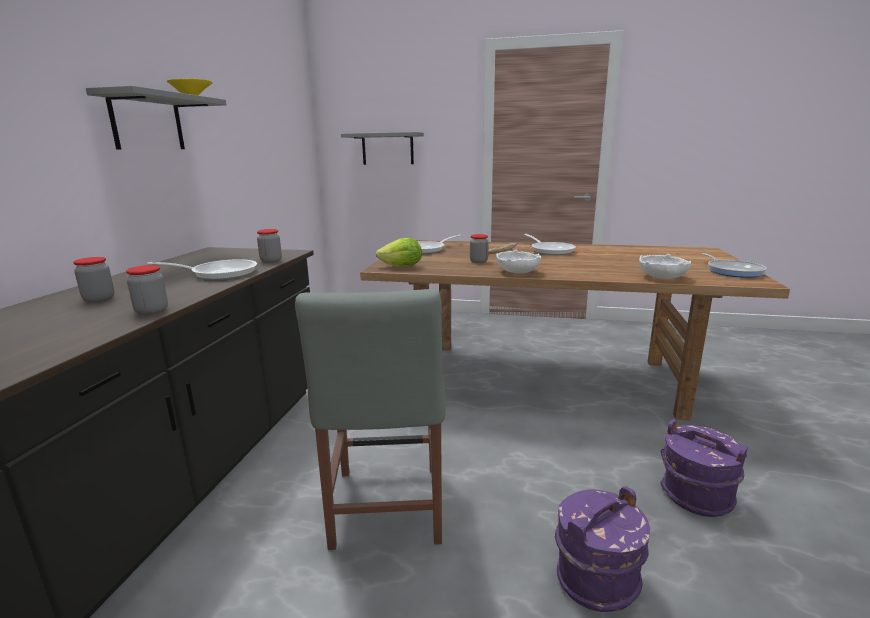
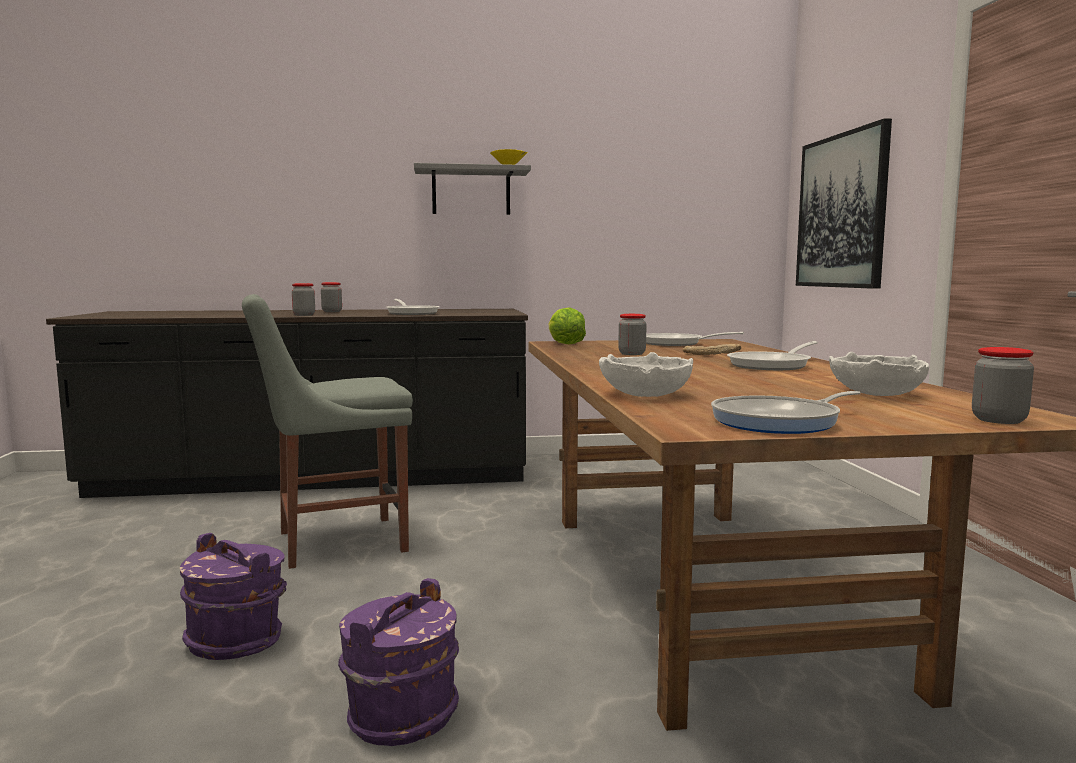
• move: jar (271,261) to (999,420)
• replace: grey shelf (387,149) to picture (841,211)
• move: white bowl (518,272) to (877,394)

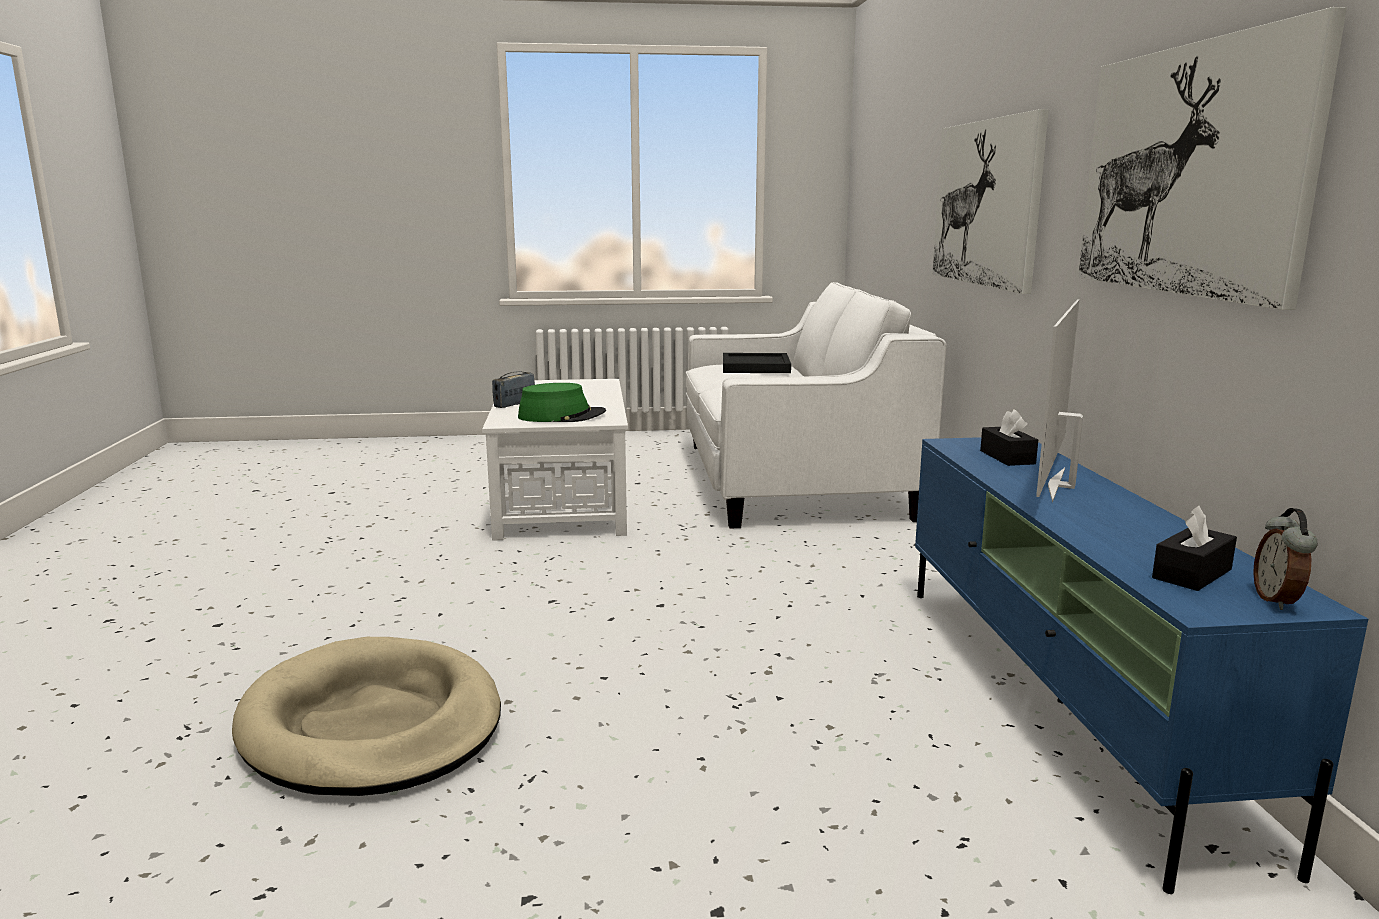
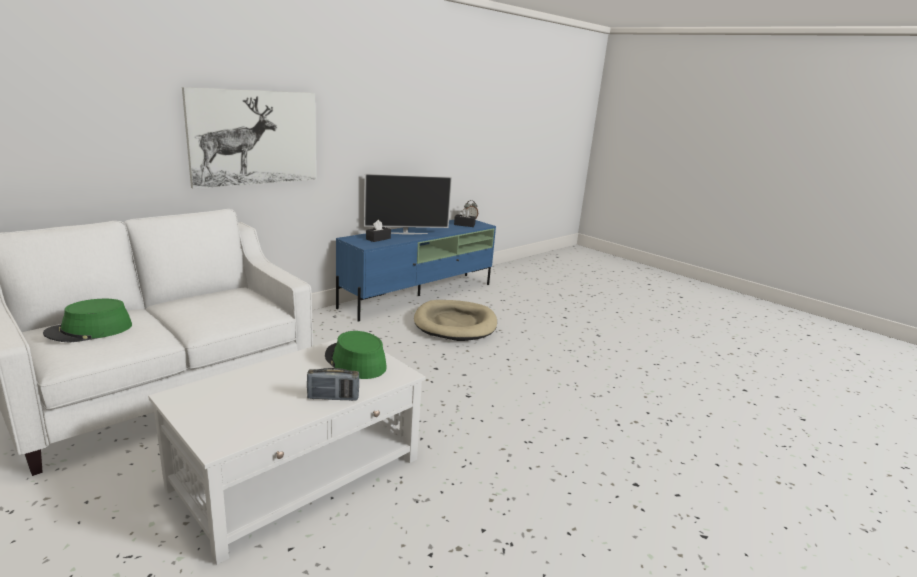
• move: beige dog bed (372,725) to (455,324)
• replace: black tray (755,367) to green hat (89,330)
• delete: picture (1190,170)

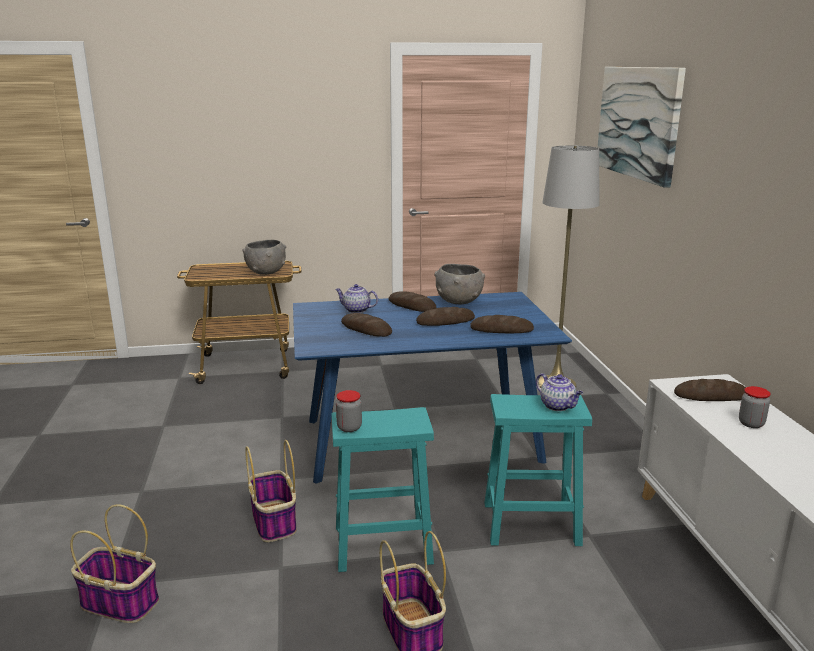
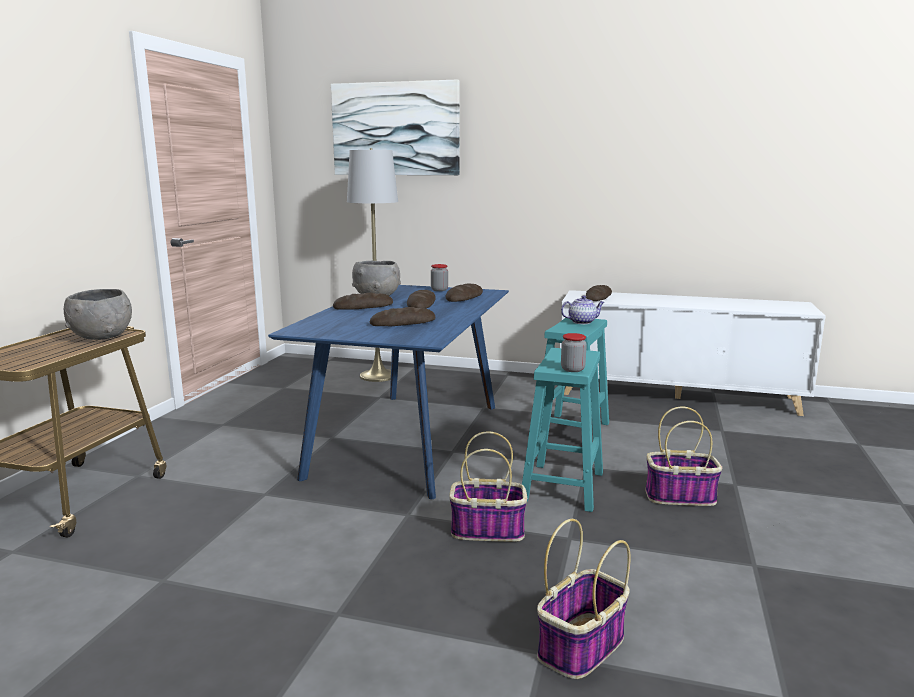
• delete: teapot (356,310)
• move: jar (751,423) to (439,290)

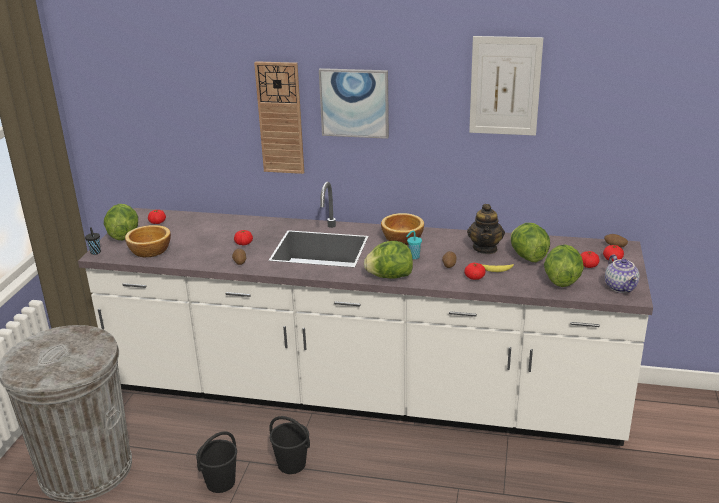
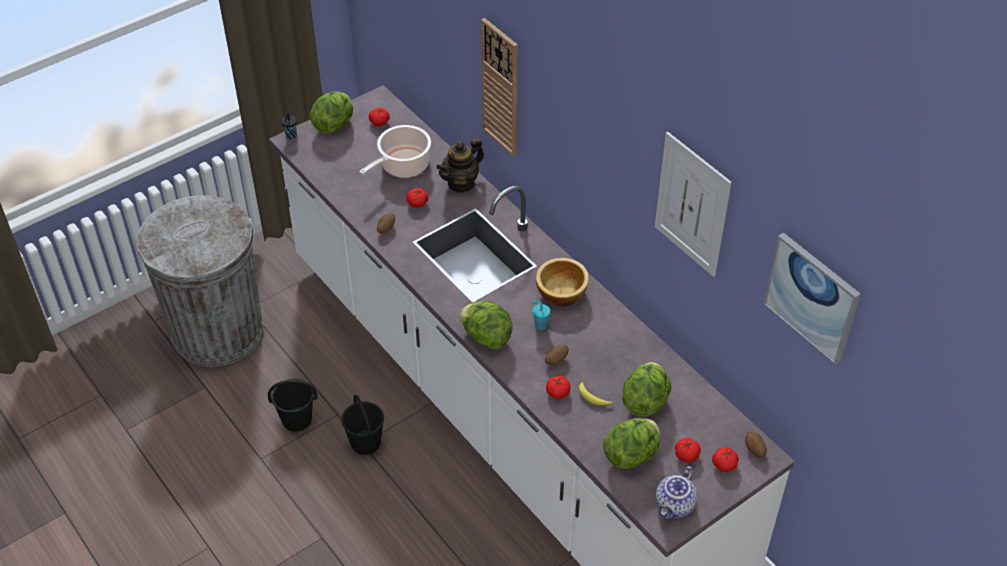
• delete: bowl (149,251)
• move: picture (354,103) to (812,297)
• move: teapot (485,248) to (461,183)
• insert: cooking pot (402,166)

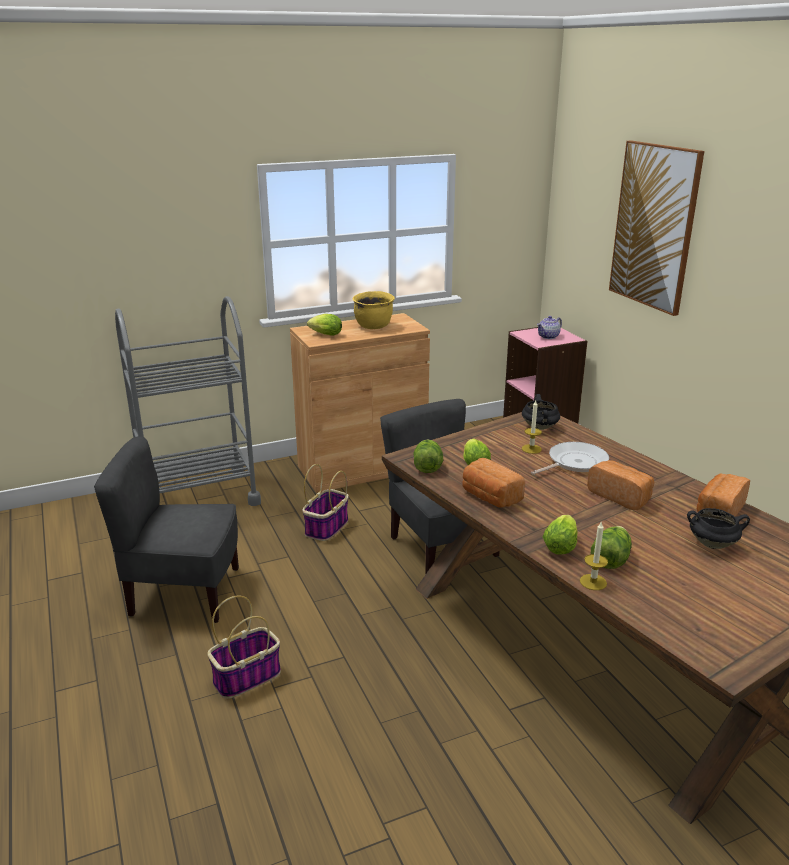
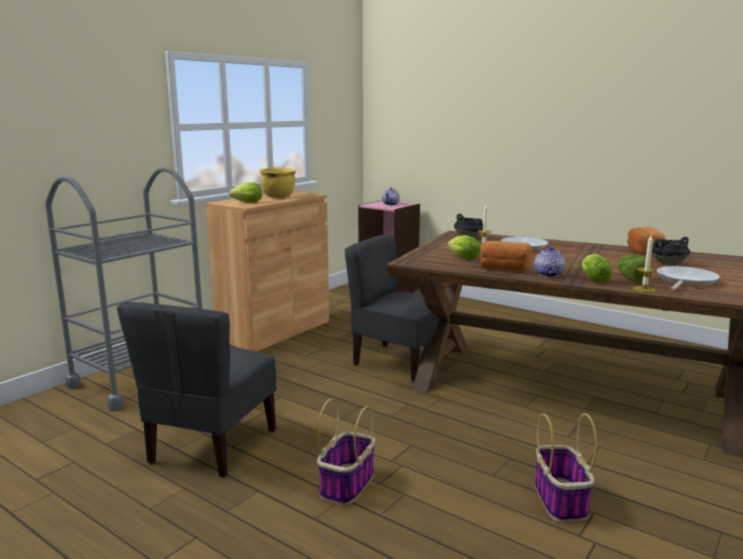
• rotate: grey chair (184,593) = (211,446) 45 degrees counterclockwise
• move: basket (326,528) to (561,501)
• delete: lettuce (427,466)
• delete: bread (620,496)
• delete: picture (654,226)
• insert: teapot (548,274)
• insert: frying pan (684,281)

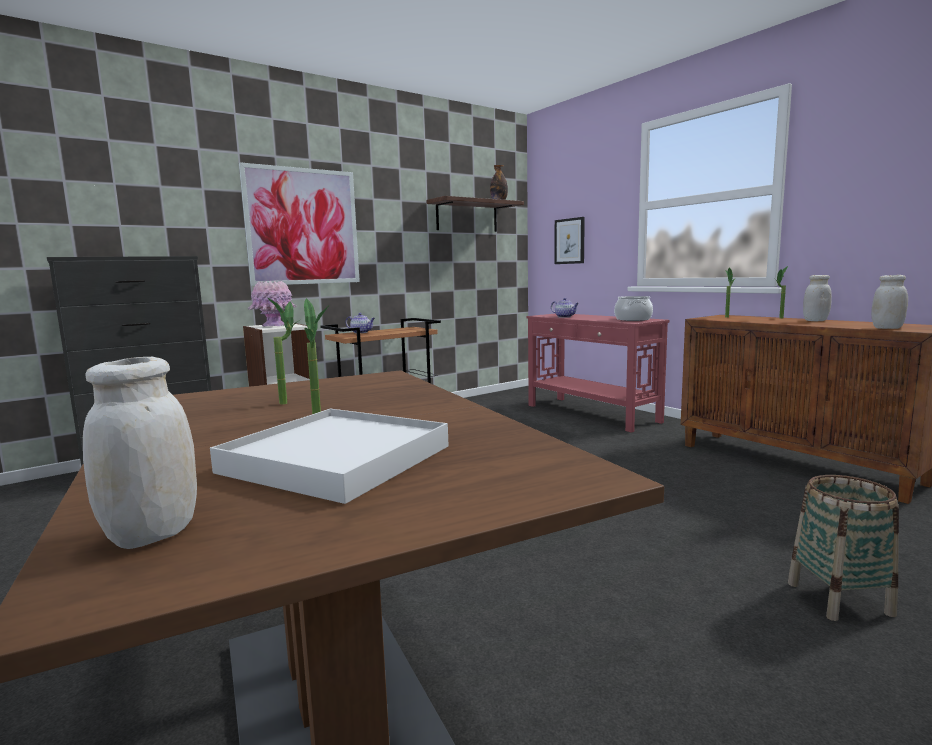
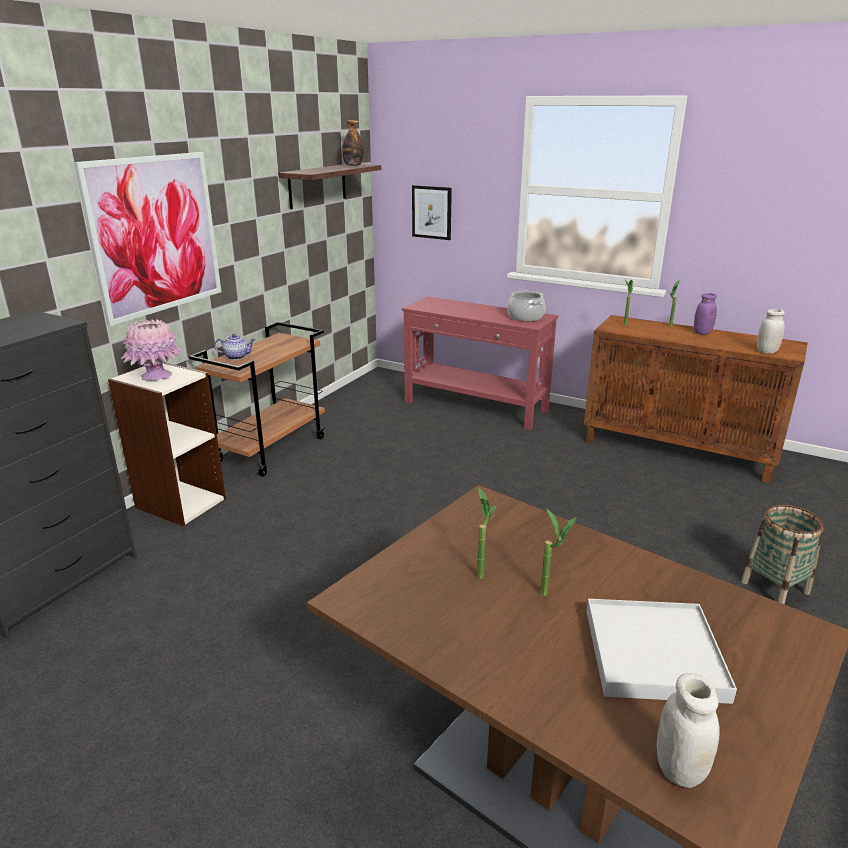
• delete: teapot (565,317)
• recolor: white jar (815,320) to purple jar (702,332)

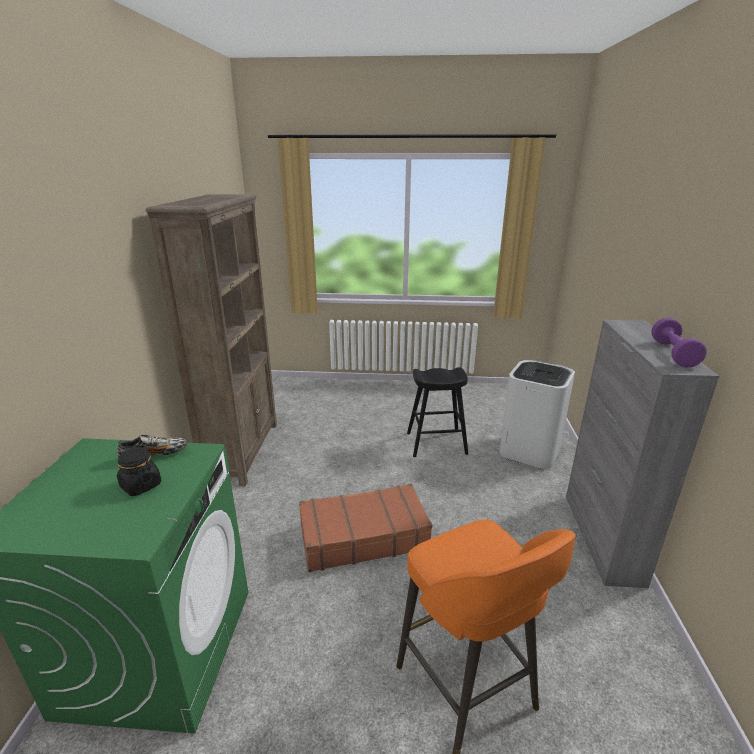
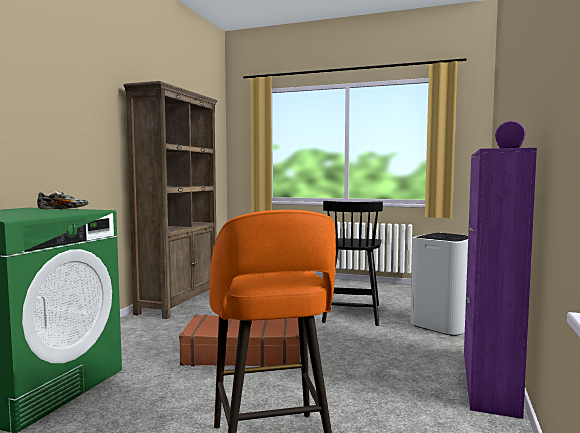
• delete: black jar (141,485)
• replace: black stool (436,443) to black chair (351,312)
• recolor: grey cabinet (602,537) to purple cabinet (488,381)

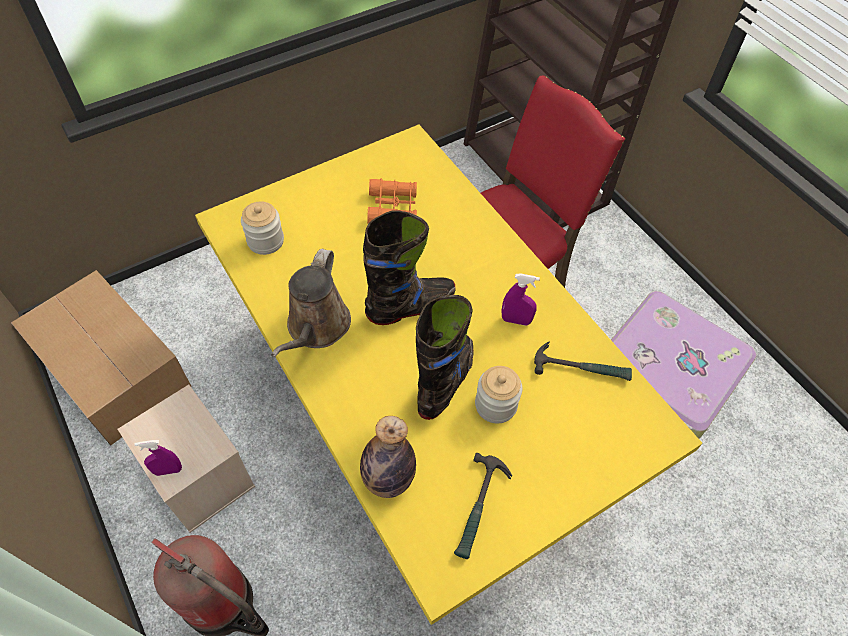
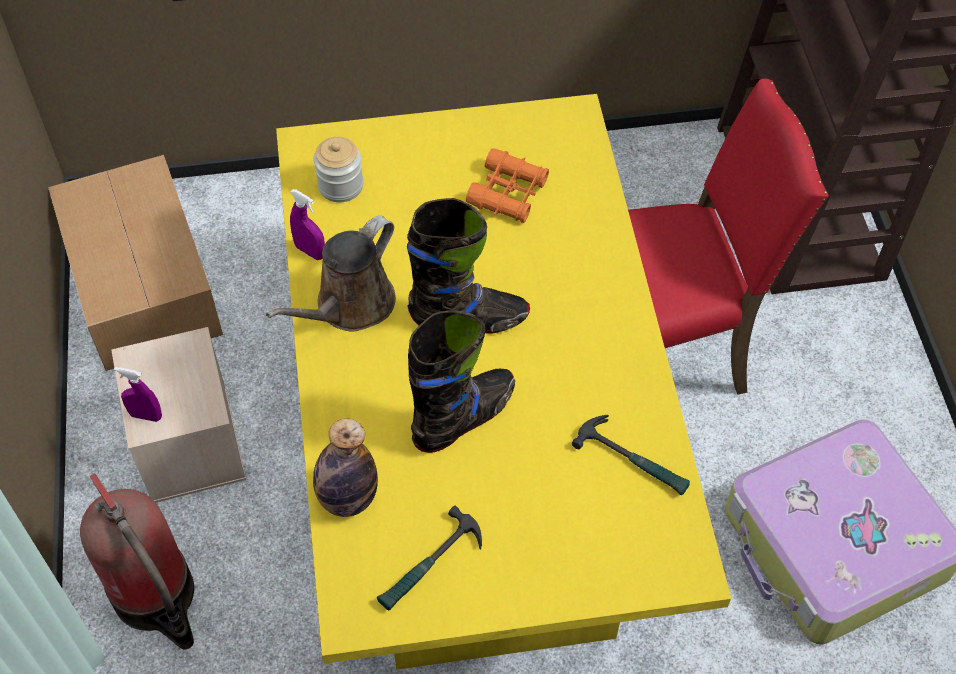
• delete: jar (495,405)
• move: purple spray bottle (516,320) to (310,251)

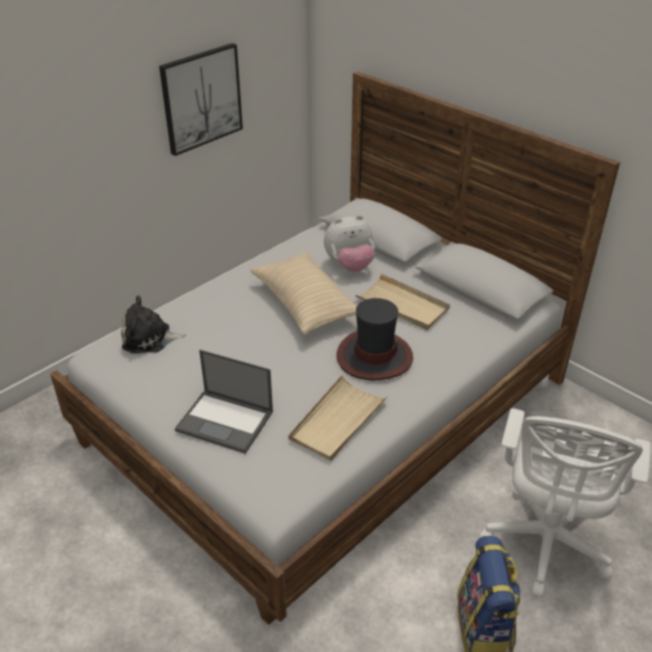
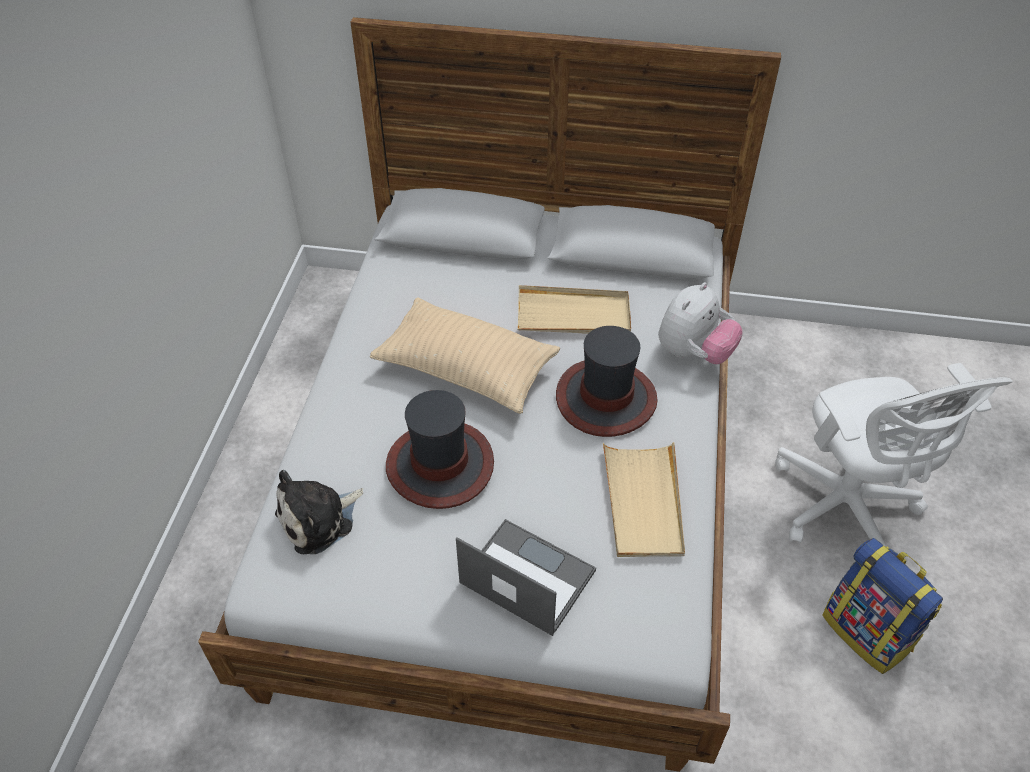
• delete: picture (201,98)
• rotate: laptop (226,421) = (525,576) 135 degrees counterclockwise
• move: plush toy (350,266) to (693,353)
• insert: hat (440,465)

